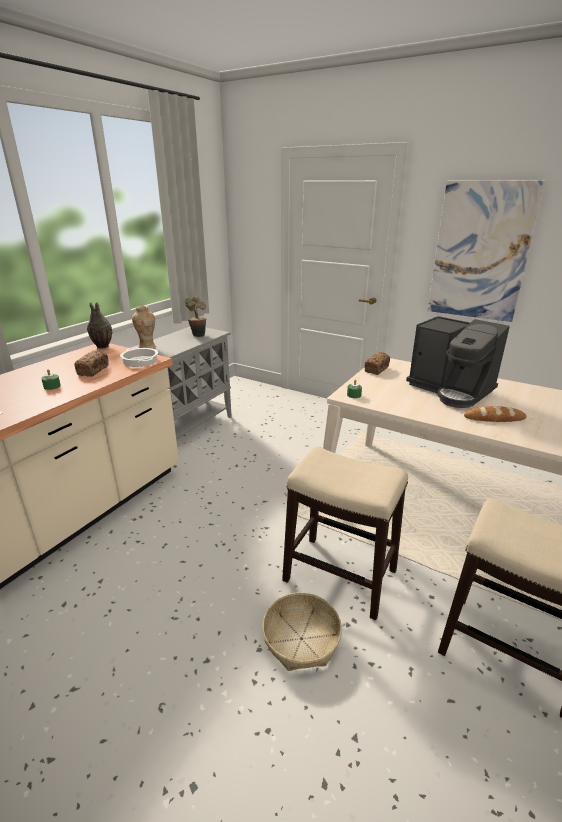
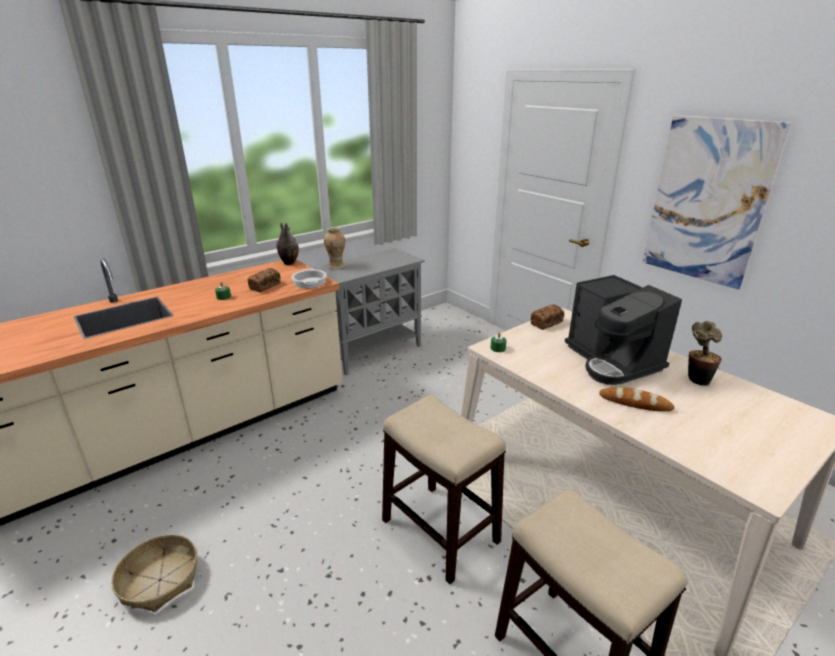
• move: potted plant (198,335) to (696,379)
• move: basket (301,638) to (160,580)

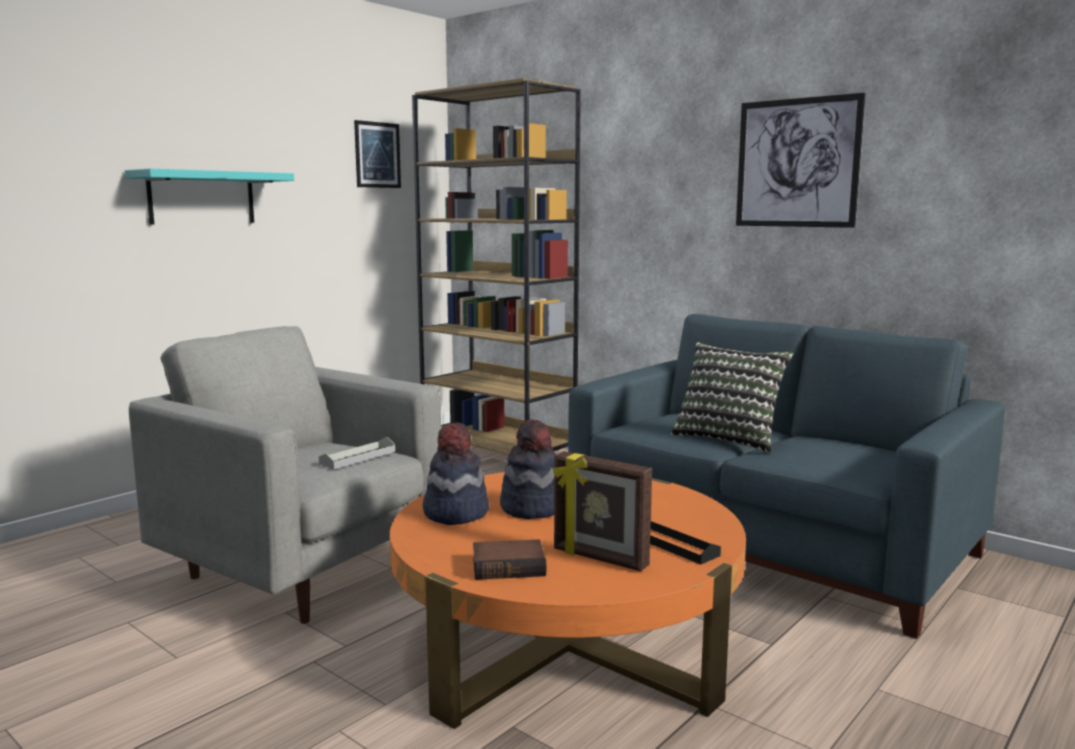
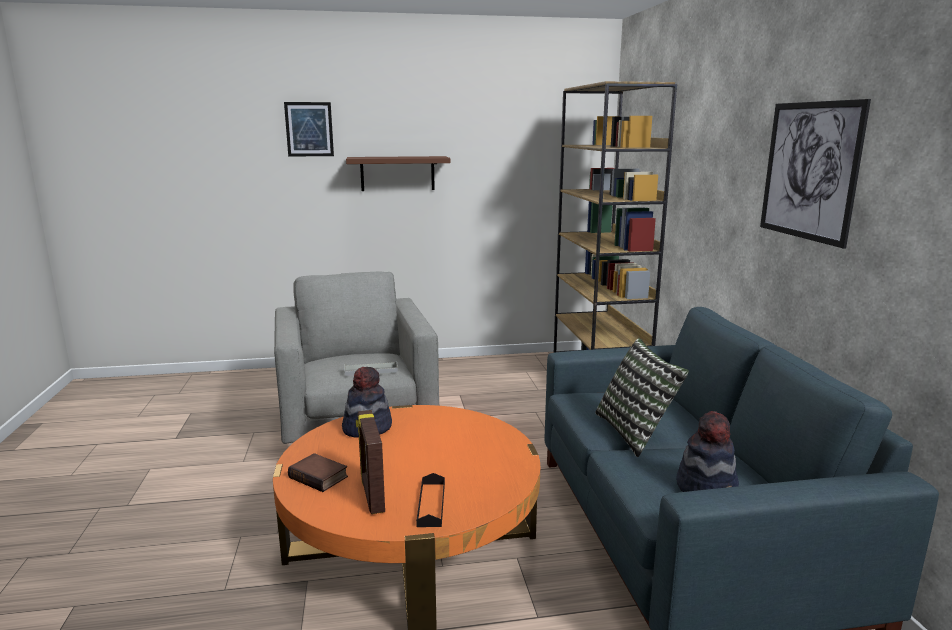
• recolor: turquoise shelf (202,198) to brown shelf (397,173)
• move: picture (377,155) to (309,129)
• move: hat (533,507) to (706,487)

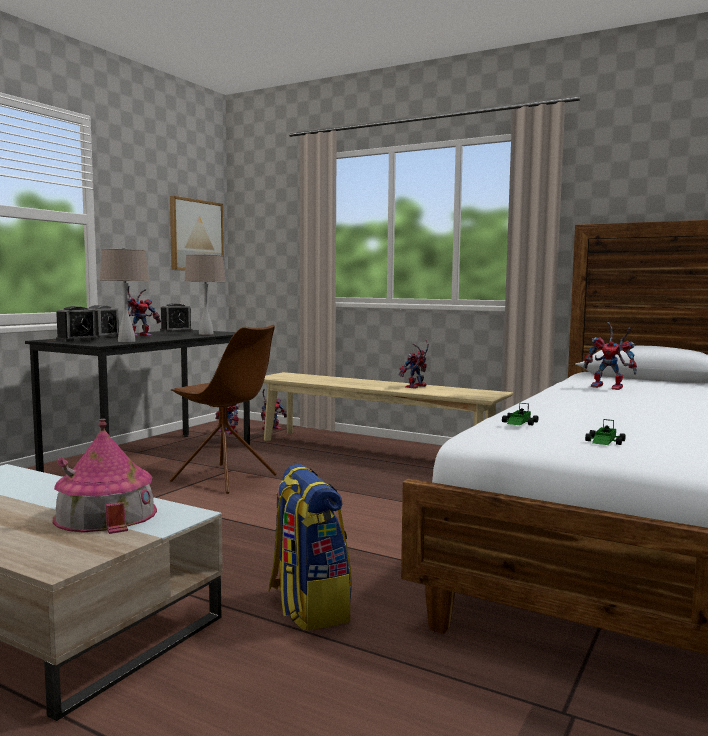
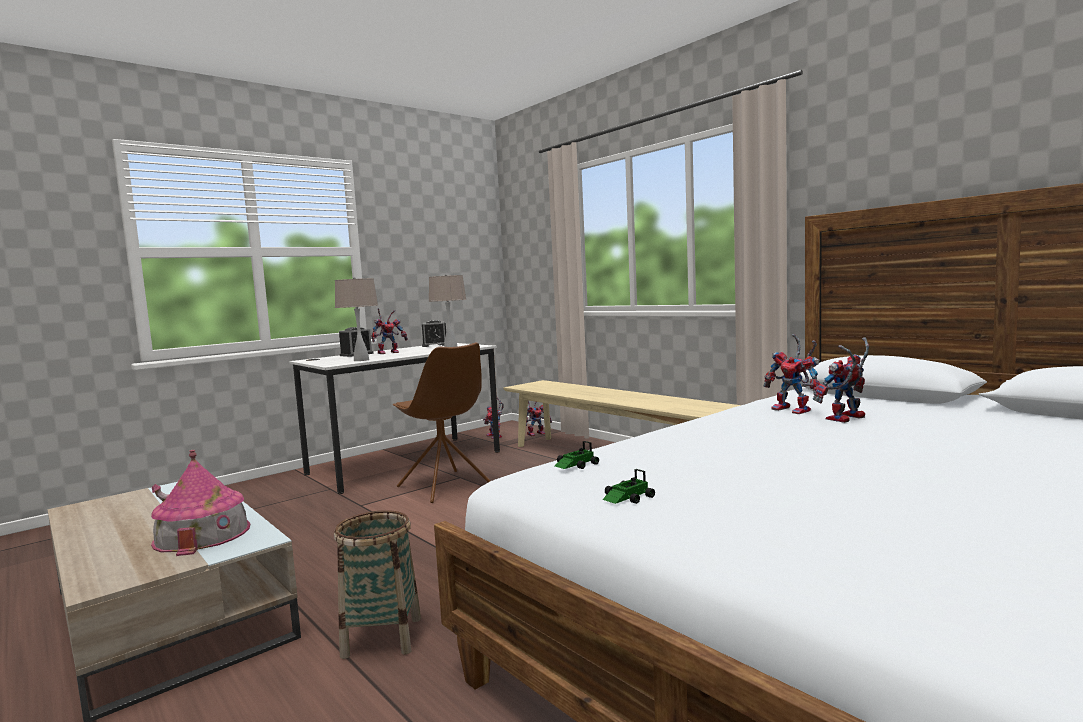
• recolor: black desk (152,459) to white desk (405,462)
• delete: alarm clock (77,340)
• delete: picture (196,235)
• replace: backpack (308,607) to basket (382,637)
• move: toy robot (416,387) to (845,419)

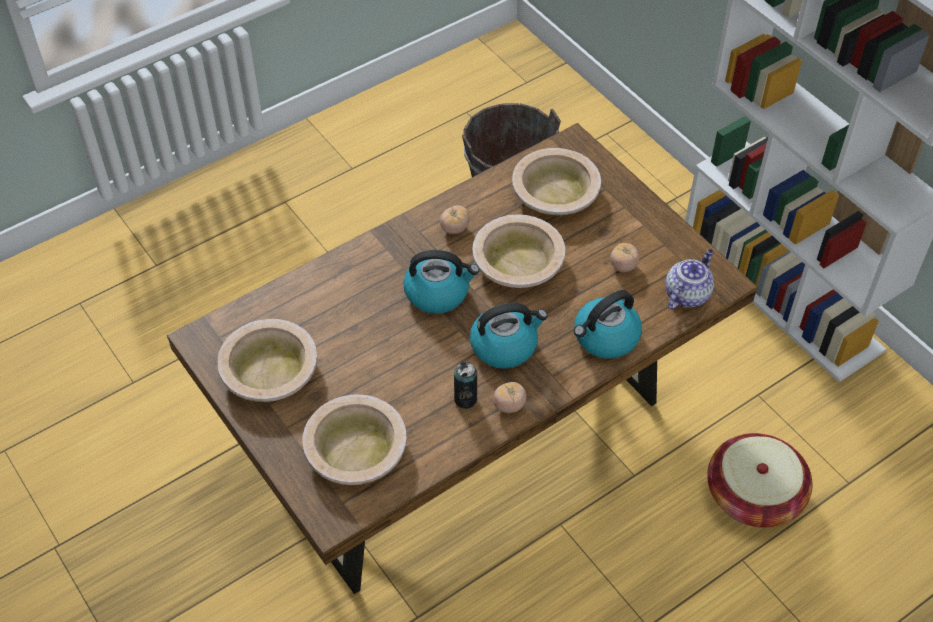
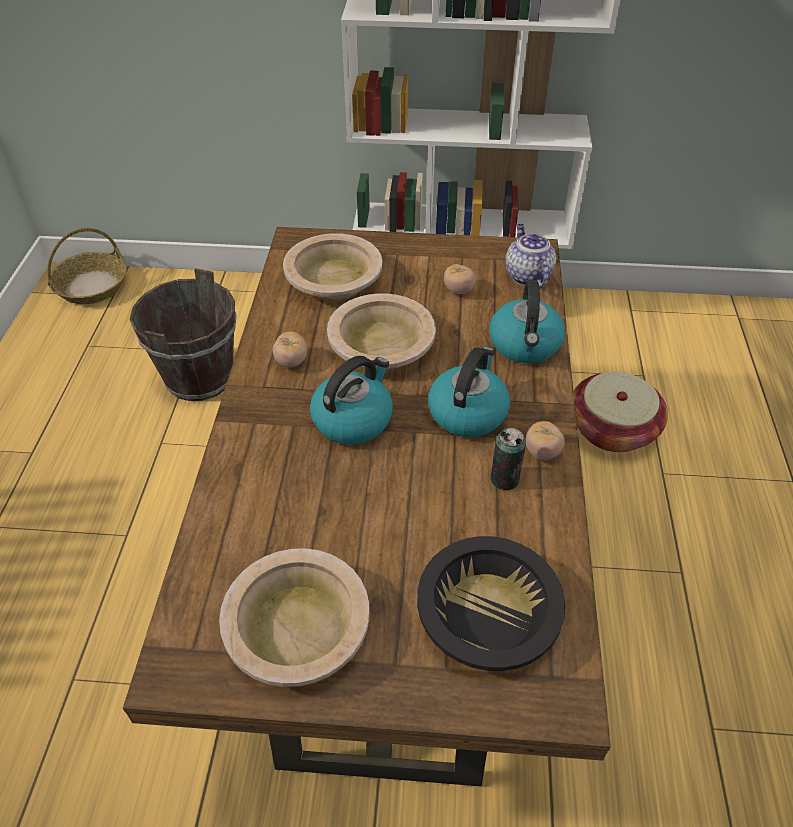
• recolor: beige bowl (356,450) to black bowl (488,614)
• insert: basket (92,286)

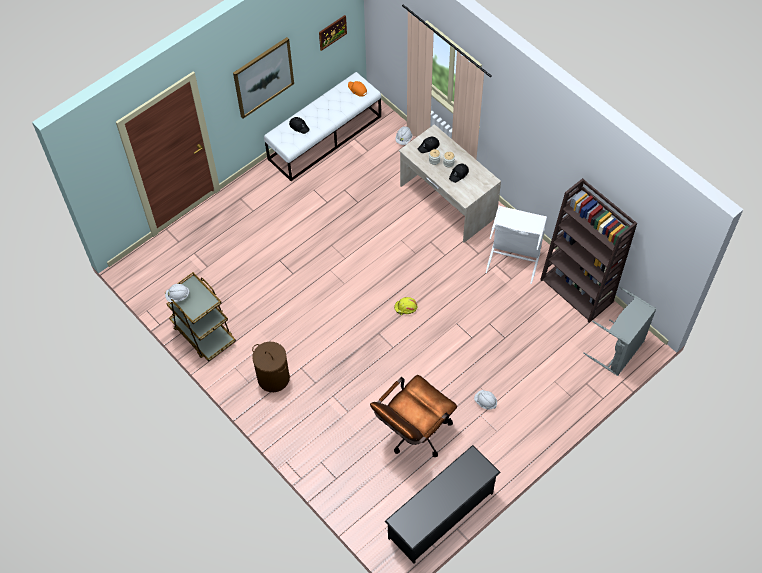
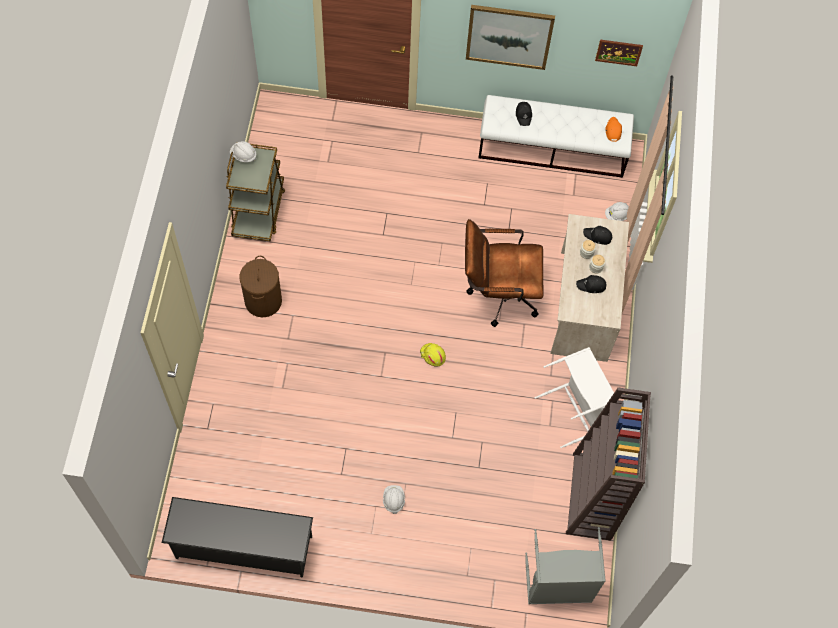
• move: brown office chair (413,433) to (498,293)

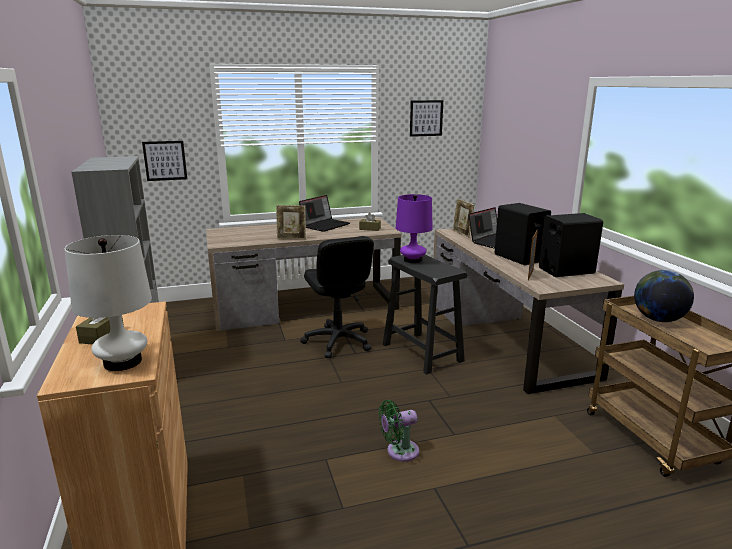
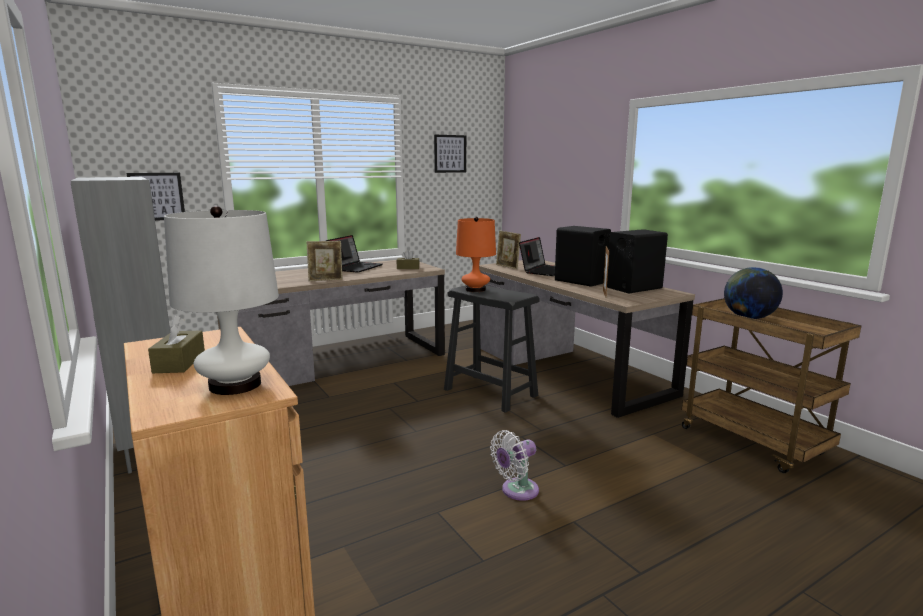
• delete: black office chair (338,341)
• recolor: green fan (399,451) to white fan (516,491)
• recolor: purple table lamp (412,260) to orange table lamp (475,290)

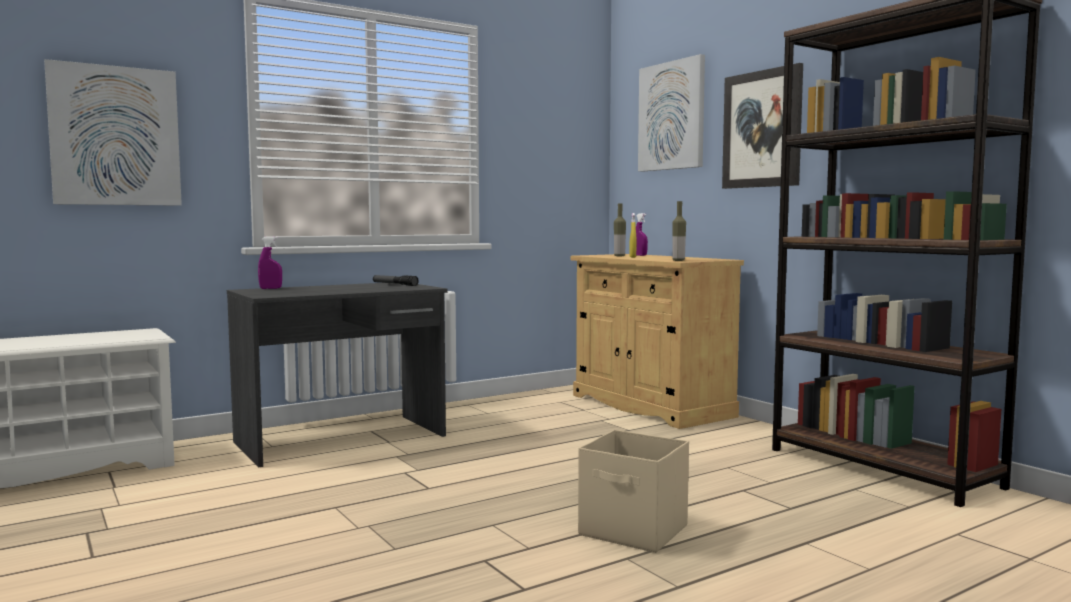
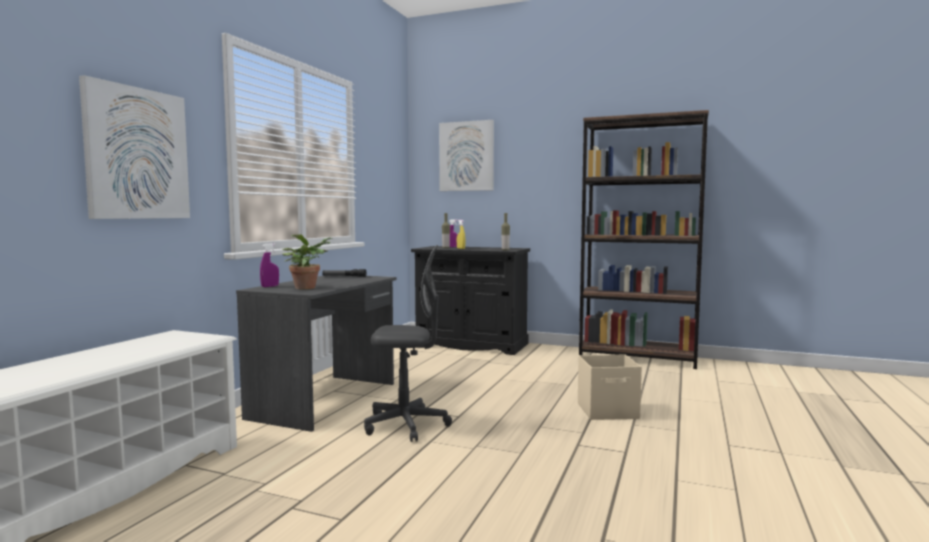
• recolor: beige cabinet (650,406) to black cabinet (471,344)
• delete: picture (762,129)
• insert: potted plant (307,287)
• insert: grey office chair (406,425)

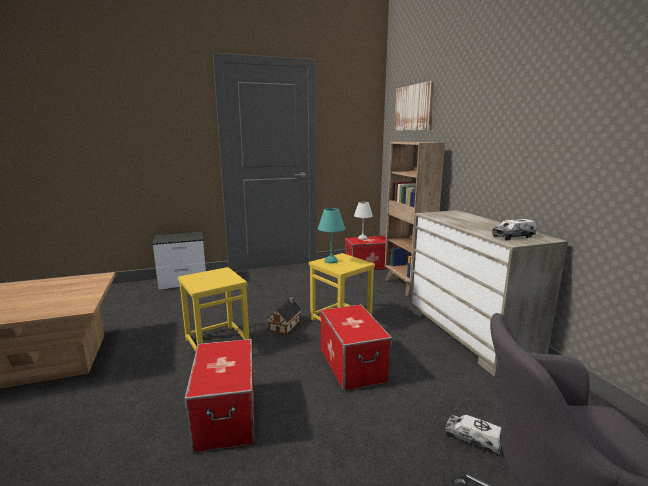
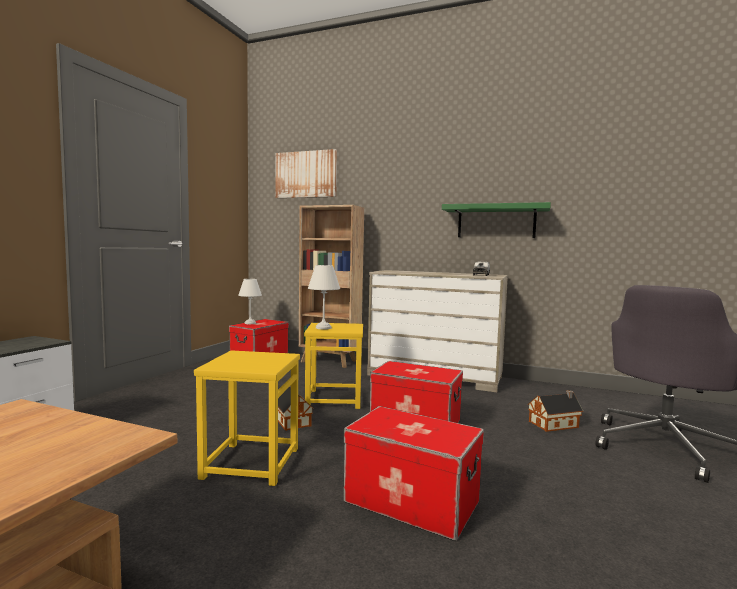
• recolor: turquoise table lamp (330,261) to white table lamp (322,328)
• replace: toy truck (472,440) to toy house (555,424)
• insert: green shelf (496,222)

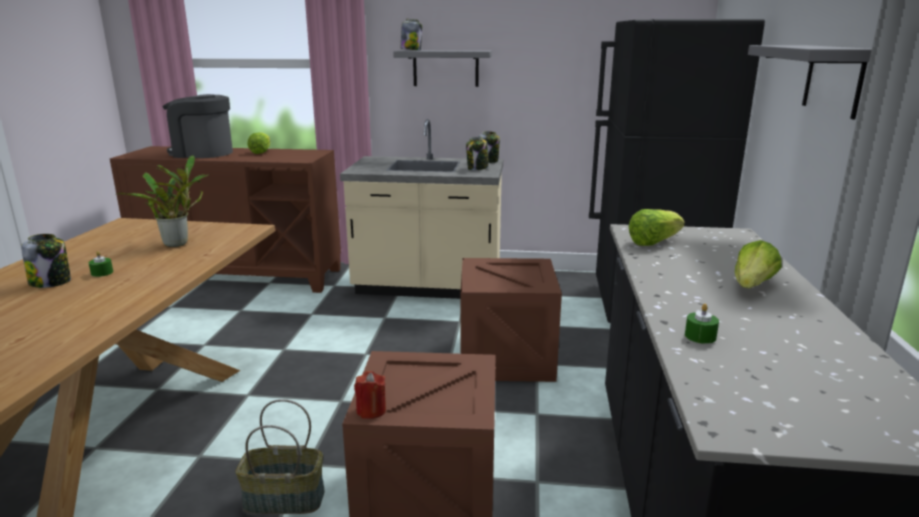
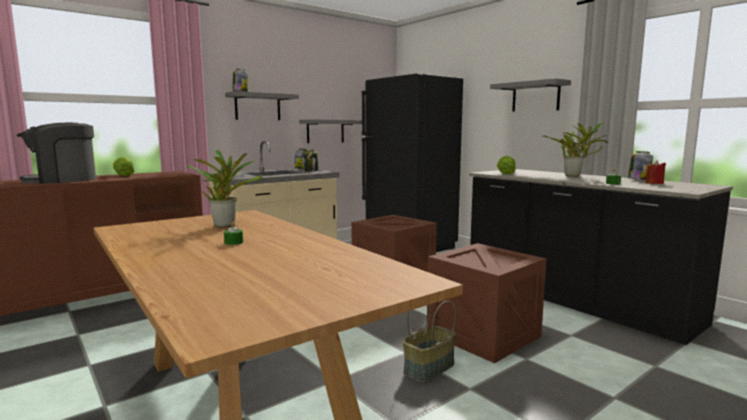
• move: jar (51,282) to (638,179)
• move: red candle (371,410) to (654,183)
• replace: lettuce (752,286) to potted plant (575,176)
• insert: grey shelf (325,131)

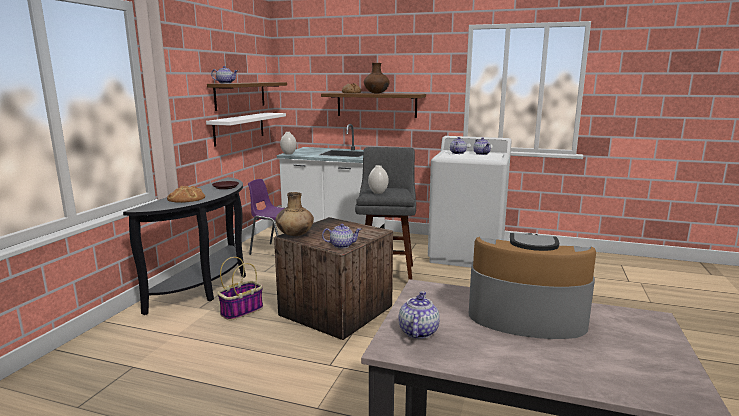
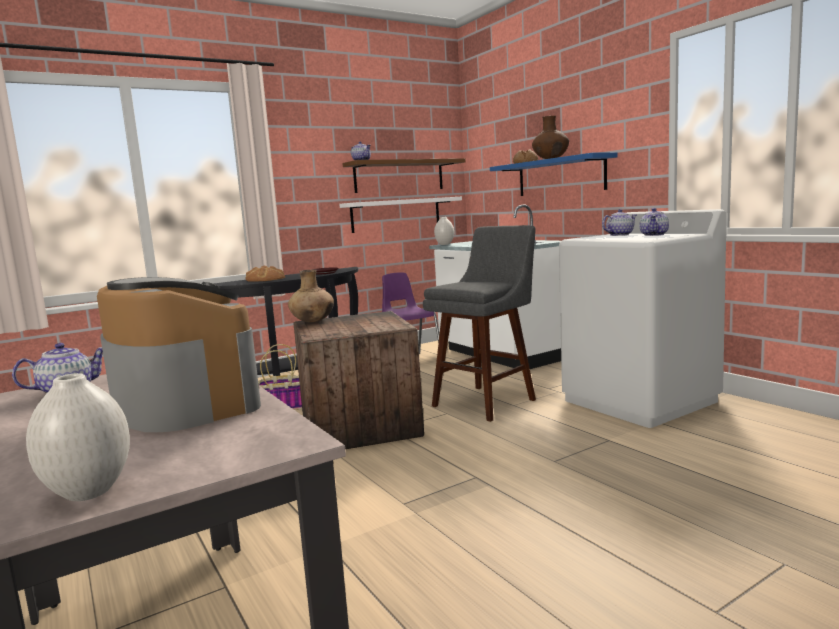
• recolor: brown shelf (376,105) to blue shelf (560,176)
• delete: teapot (342,245)
• move: white vase (378,192) to (87,492)

